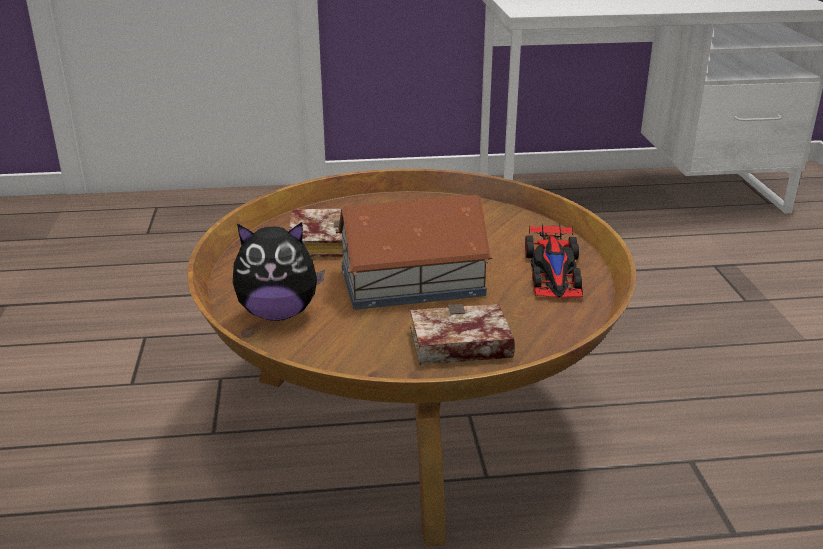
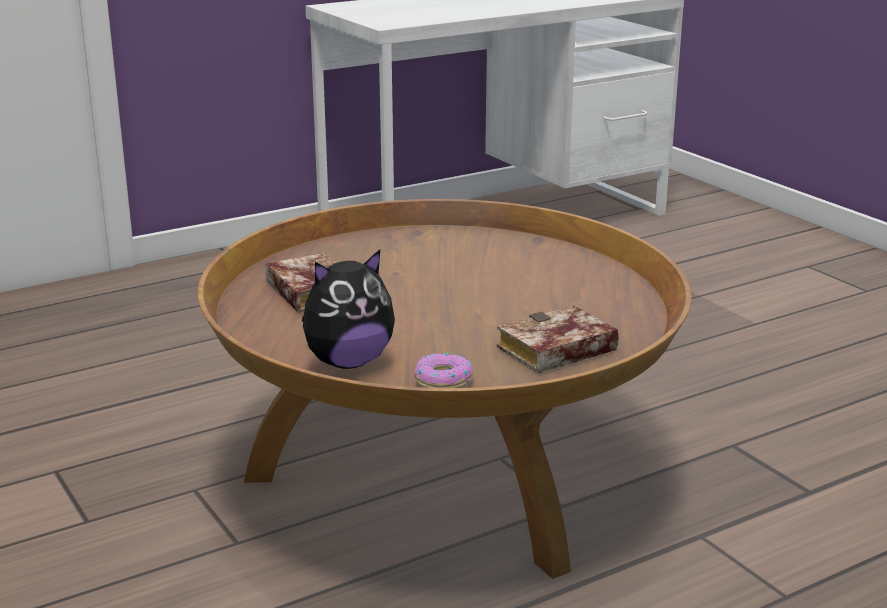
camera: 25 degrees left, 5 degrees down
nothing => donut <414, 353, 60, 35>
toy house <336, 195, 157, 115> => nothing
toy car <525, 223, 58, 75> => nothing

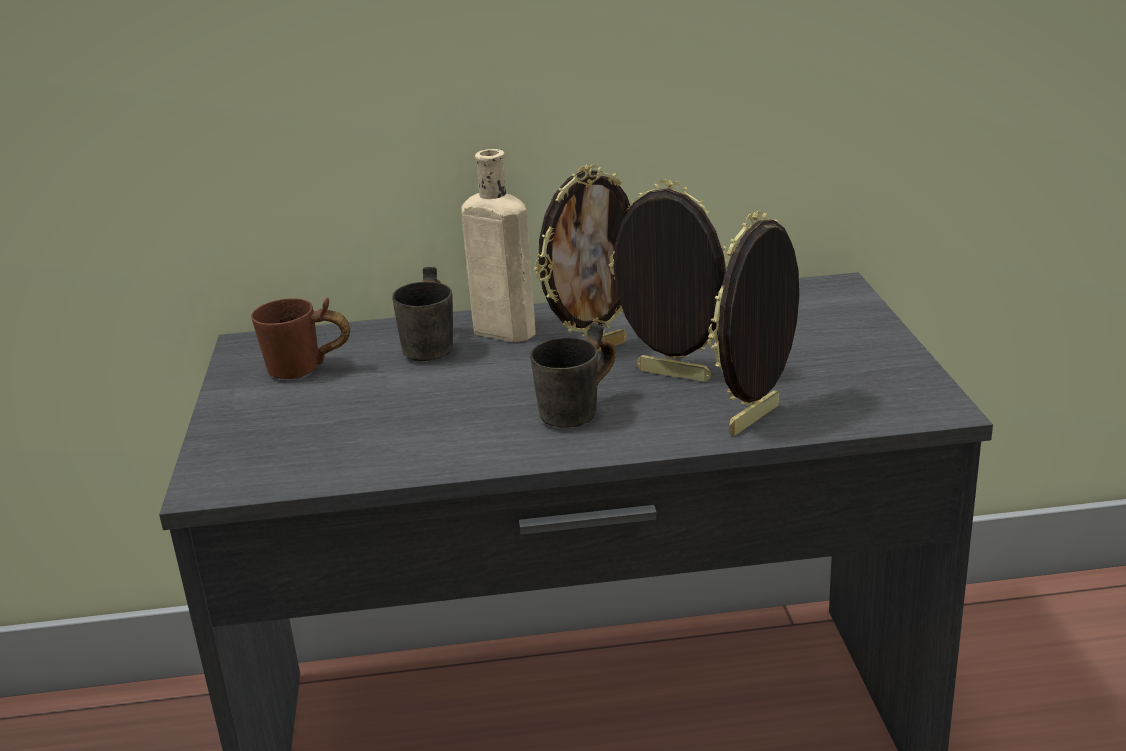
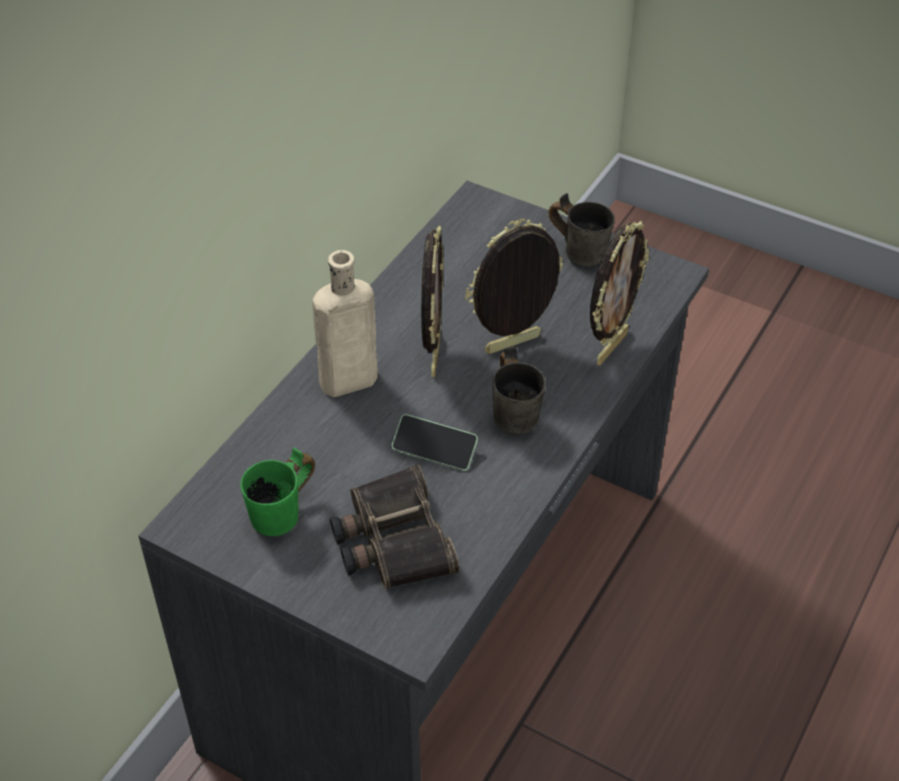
camera: 55 degrees left, 20 degrees up
brown mug <251, 298, 99, 81> => green mug <240, 447, 75, 89>
nothing => binoculars <330, 465, 130, 124>
nothing => phone <392, 414, 86, 57>
grey mug <392, 267, 61, 95> => grey mug <549, 193, 66, 74>, moved
picture frame <708, 210, 91, 225> => picture frame <590, 221, 59, 145>, 135 degrees counterclockwise

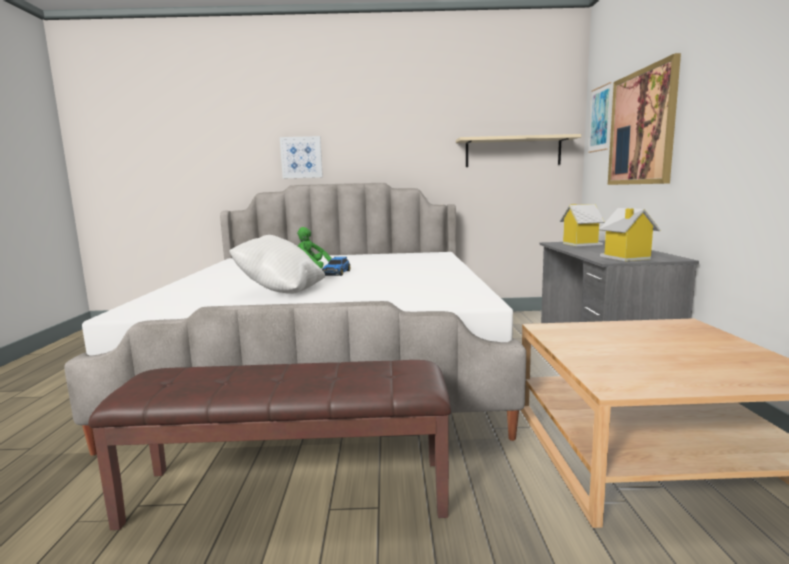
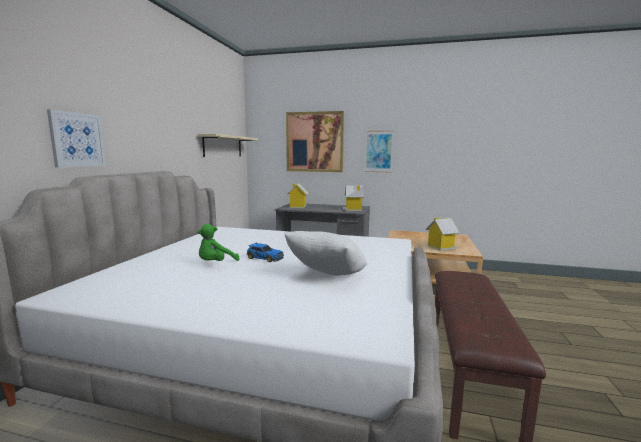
camera: 75 degrees left, 0 degrees up
picture <588, 82, 24, 71> => picture <365, 131, 28, 41>, moved
nothing => toy house <425, 218, 35, 33>

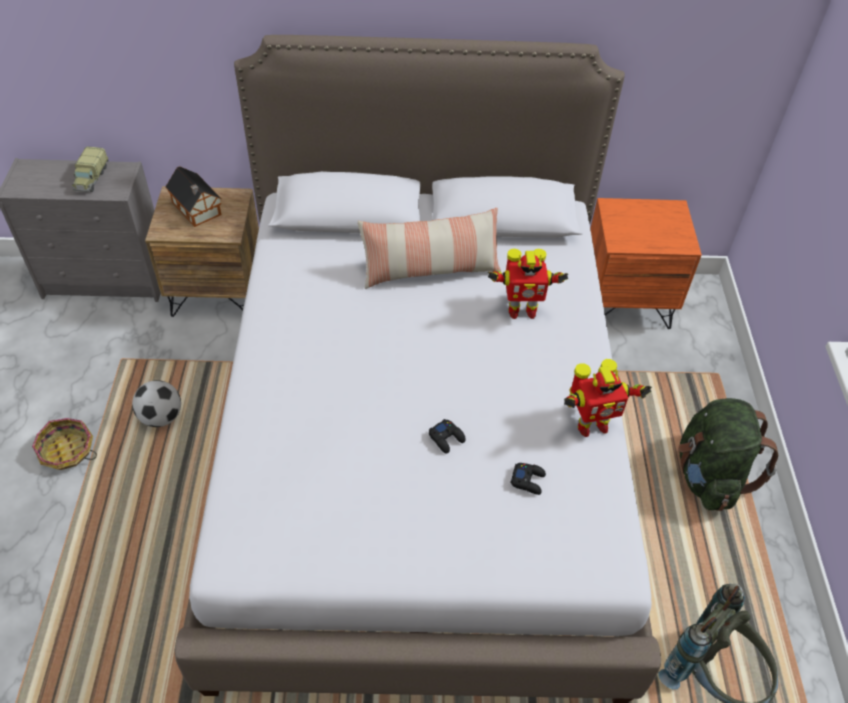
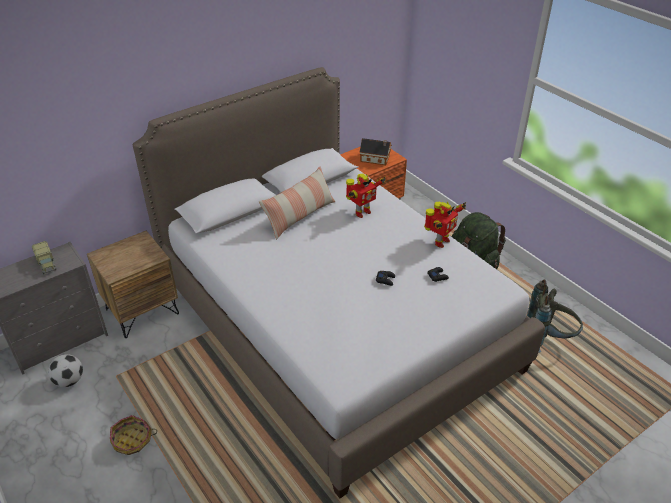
camera: 35 degrees left, 10 degrees down
football <132, 380, 49, 47> => football <48, 354, 35, 33>, moved
toy house <165, 166, 56, 61> => toy house <359, 138, 33, 27>, moved

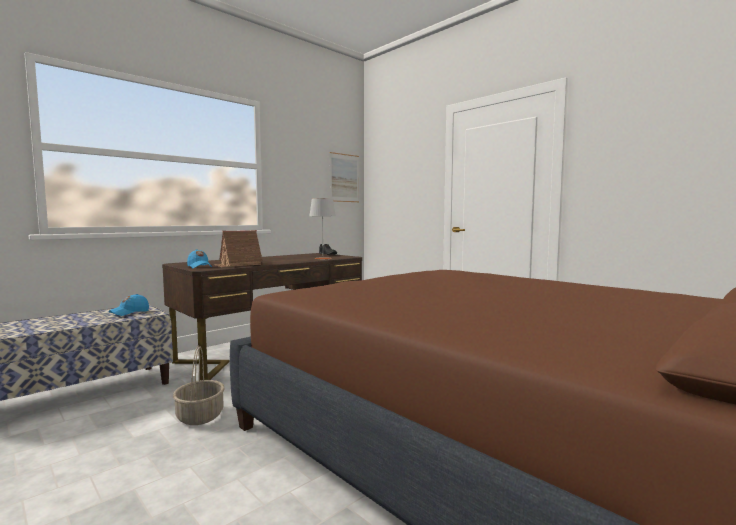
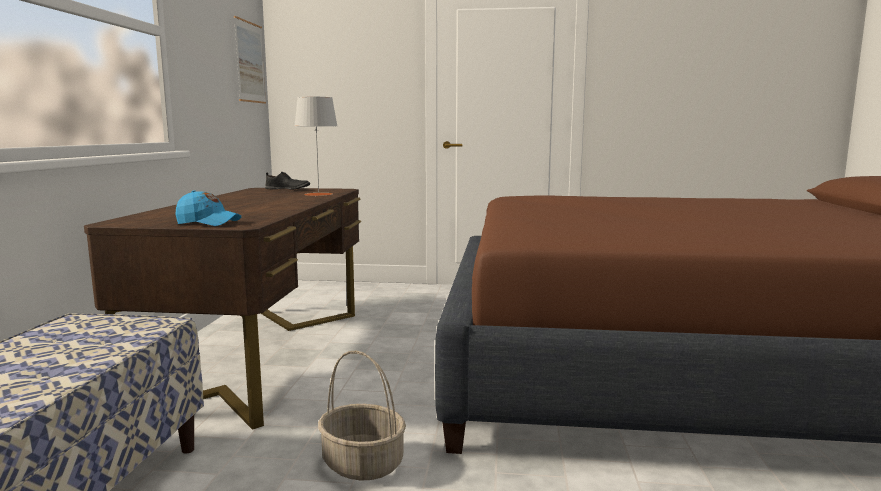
camera: 40 degrees left, 5 degrees up
blue cap <109, 294, 40, 22> => nothing
toy house <214, 230, 49, 37> => nothing

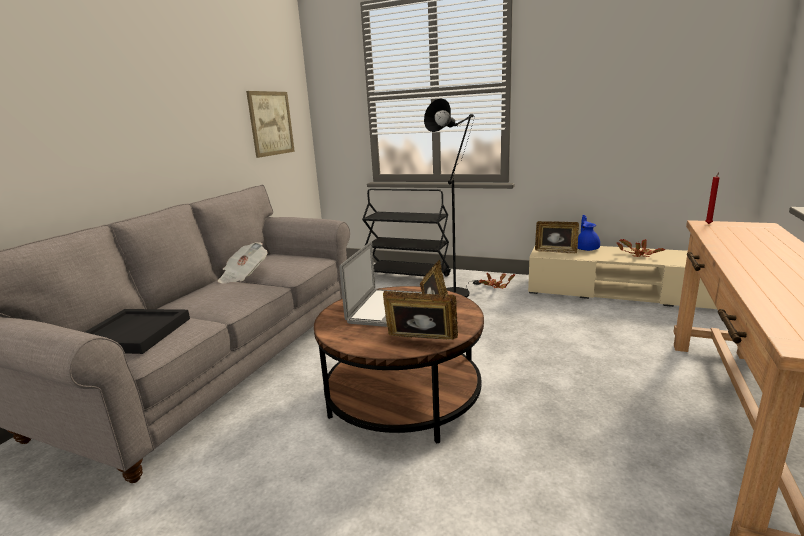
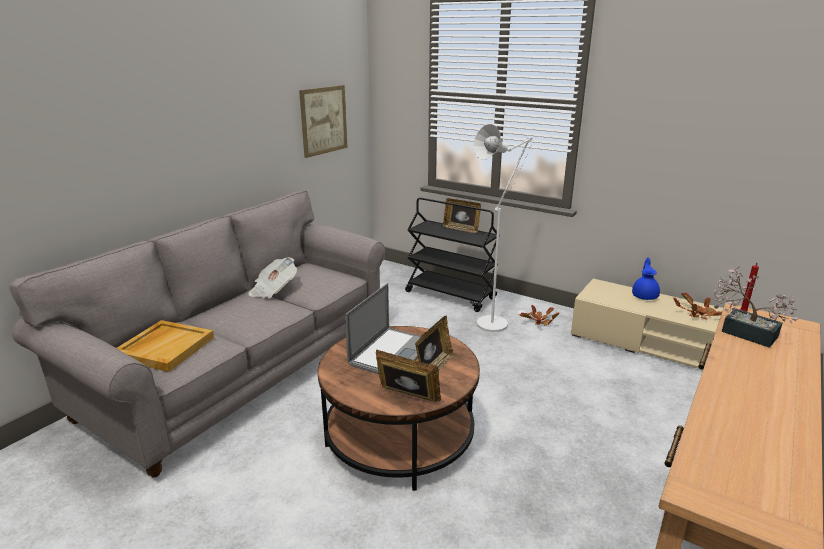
camera: 10 degrees right, 5 degrees up
black tray <85, 309, 105, 45> => beige tray <117, 320, 97, 52>
picture frame <535, 221, 44, 32> => picture frame <443, 198, 38, 35>, moved
black floor lamp <424, 98, 58, 199> => white floor lamp <473, 124, 60, 208>
nothing => potted plant <714, 266, 84, 82>

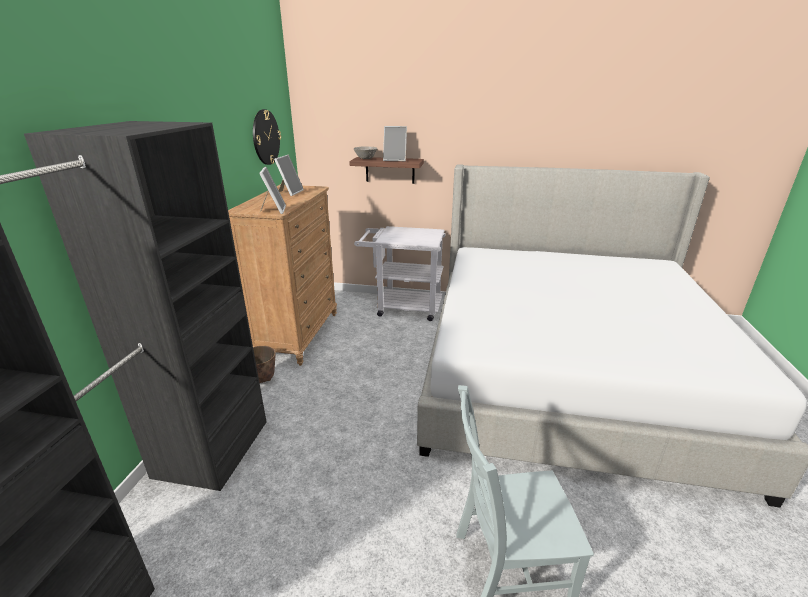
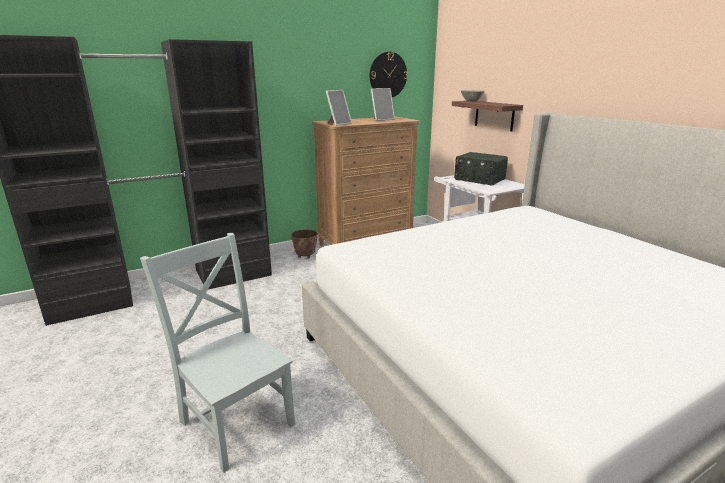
camera: 50 degrees right, 5 degrees down
nothing => radio <454, 152, 54, 33>
picture frame <383, 126, 24, 35> => nothing

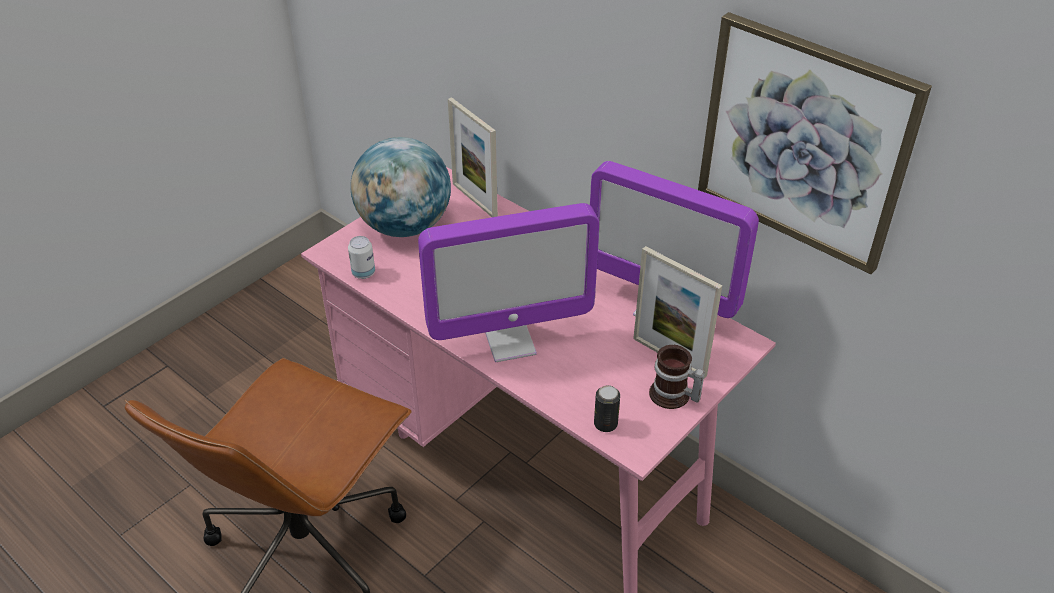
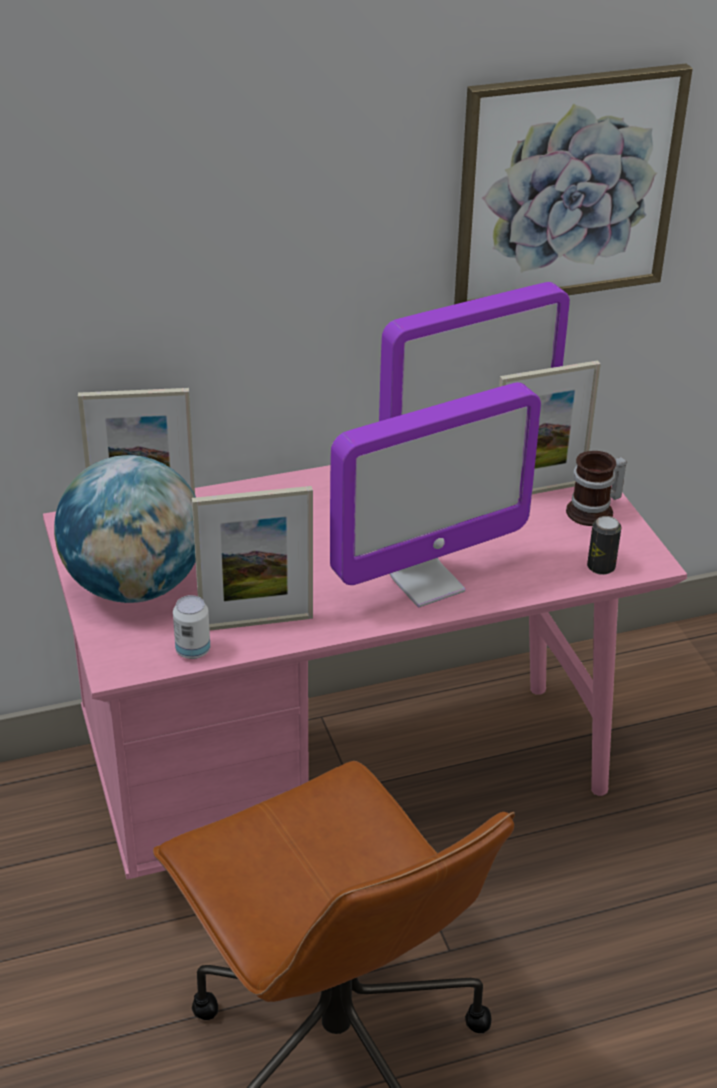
camera: 60 degrees left, 5 degrees down
nothing => picture frame <192, 486, 121, 145>
monitor <418, 203, 181, 159> => monitor <330, 382, 211, 225>, 45 degrees clockwise

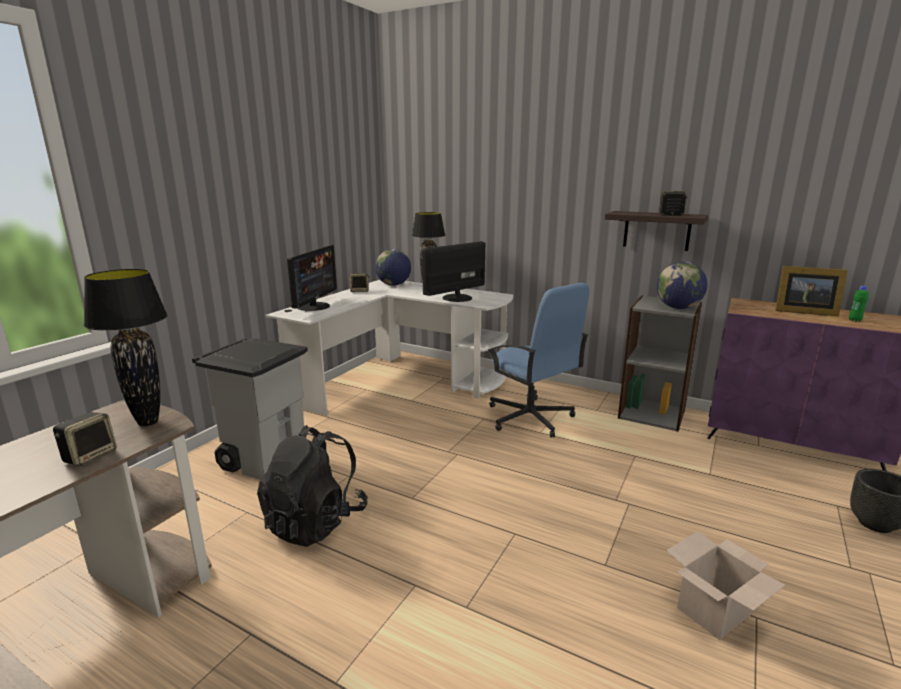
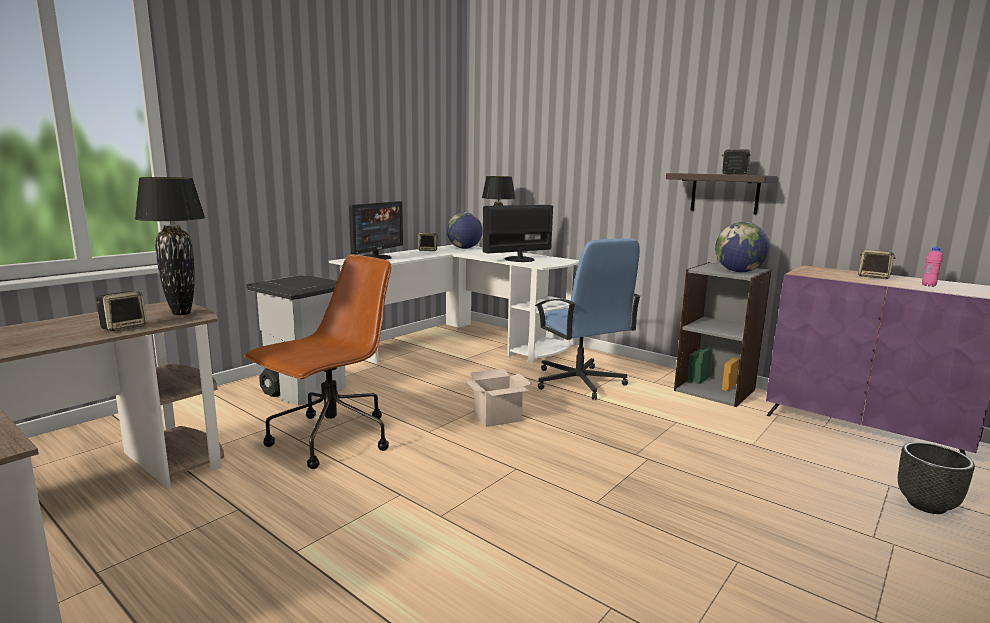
camera: 10 degrees right, 5 degrees down
black backpack <257, 425, 111, 122> => brown office chair <244, 255, 147, 214>
cardboard box <666, 531, 119, 109> => cardboard box <465, 369, 67, 58>, moved
picture frame <775, 266, 73, 50> => speaker <858, 250, 38, 29>
green bottle <849, 286, 20, 35> => pink bottle <922, 246, 21, 41>

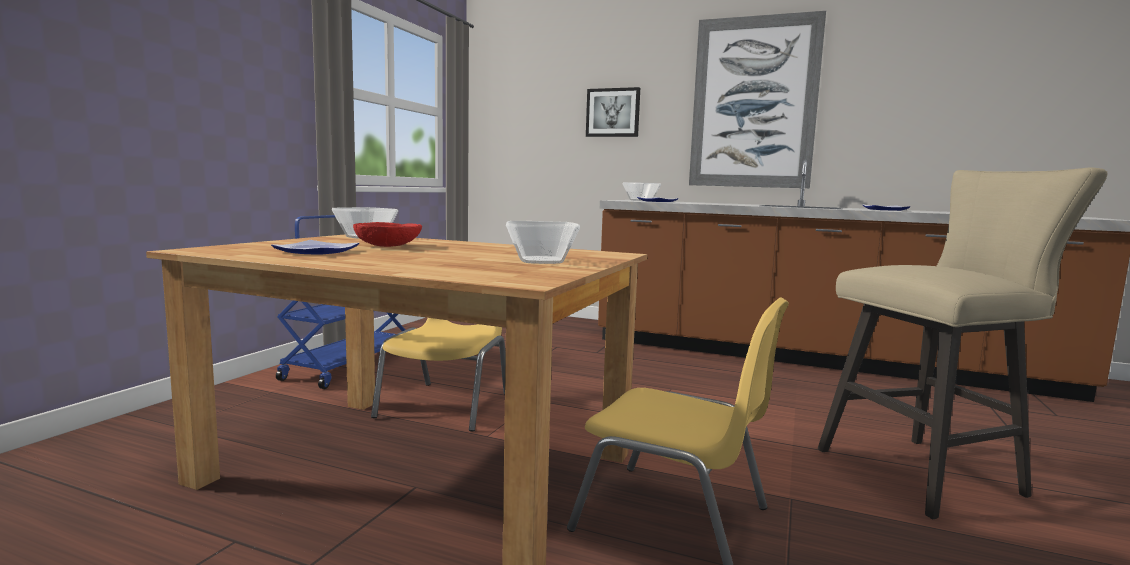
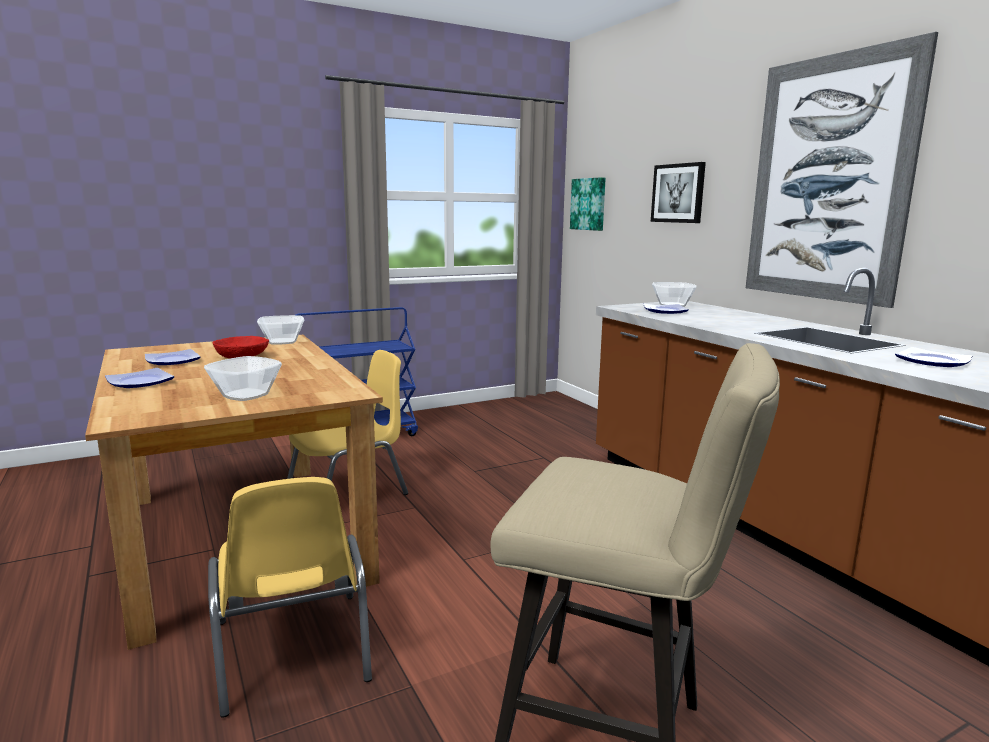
camera: 40 degrees right, 5 degrees up
nothing => plate <105, 368, 69, 20>
nothing => picture <570, 177, 36, 54>

